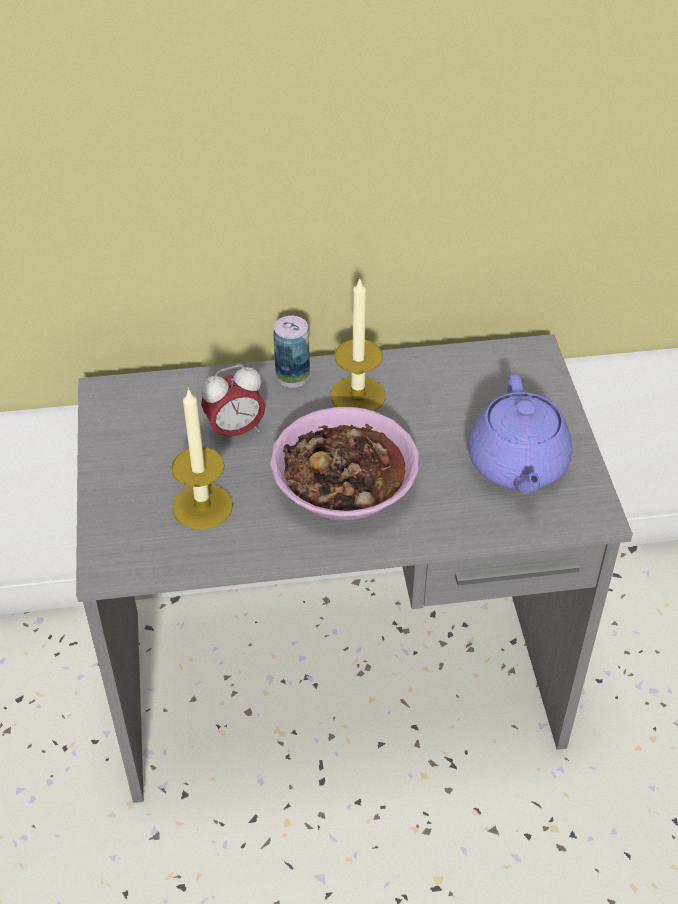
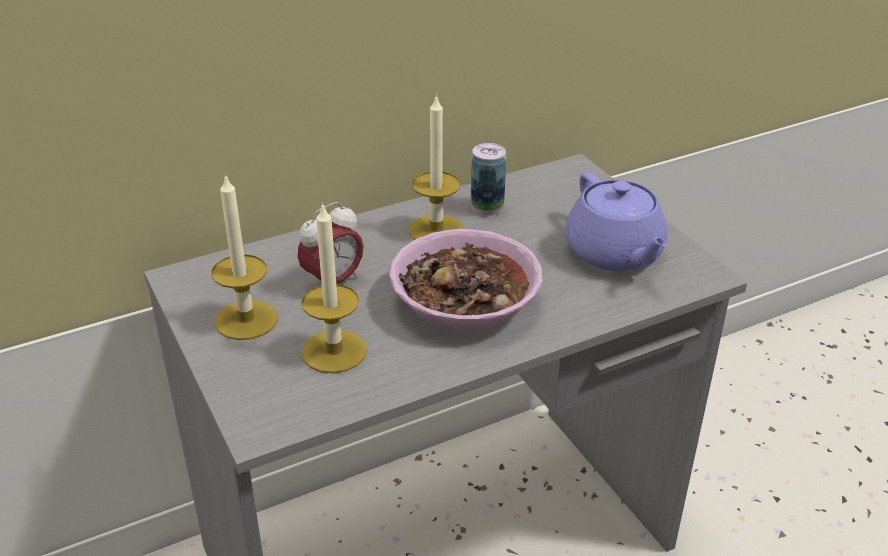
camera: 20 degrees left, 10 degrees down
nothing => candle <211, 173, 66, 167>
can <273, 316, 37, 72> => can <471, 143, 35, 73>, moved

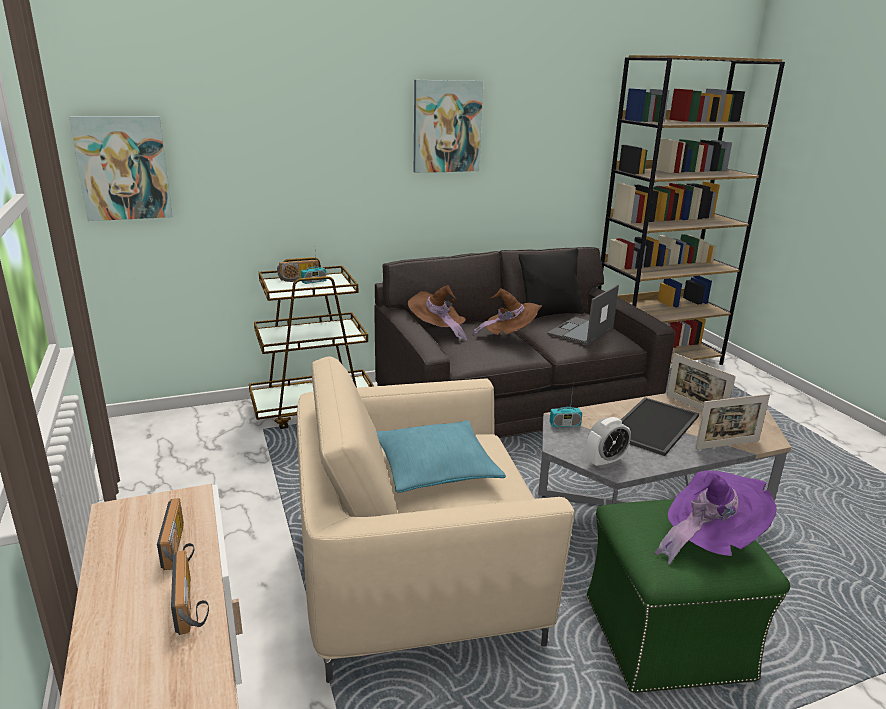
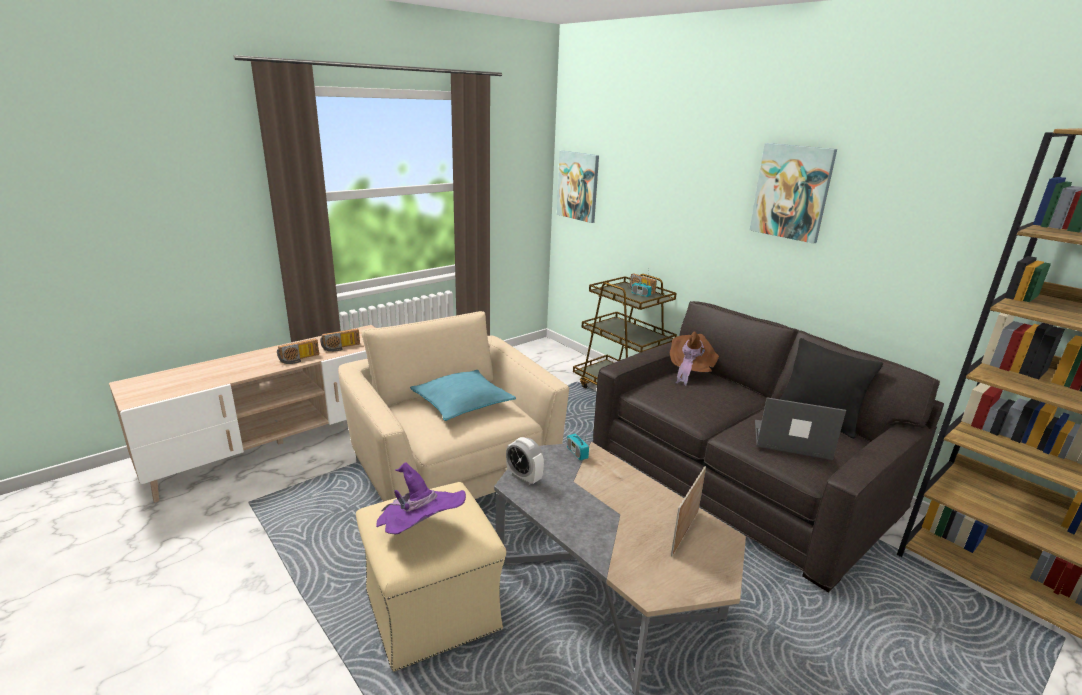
camera: 70 degrees right, 0 degrees up
green ottoman <587, 499, 203, 194> => beige ottoman <356, 482, 150, 190>
brown hat <472, 288, 70, 50> => nothing
tray <621, 397, 78, 59> => nothing
picture frame <695, 394, 75, 56> => nothing

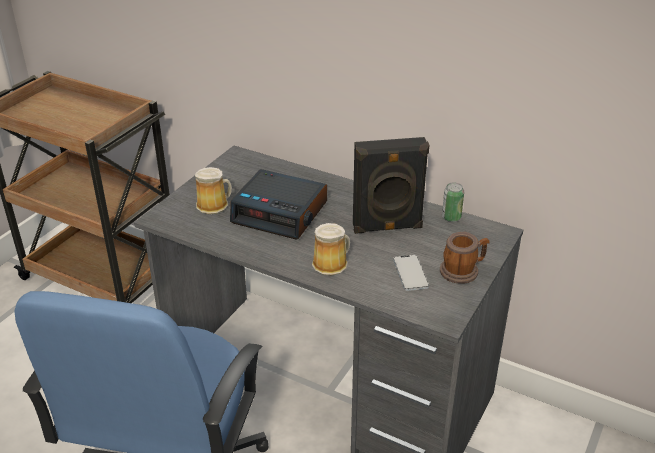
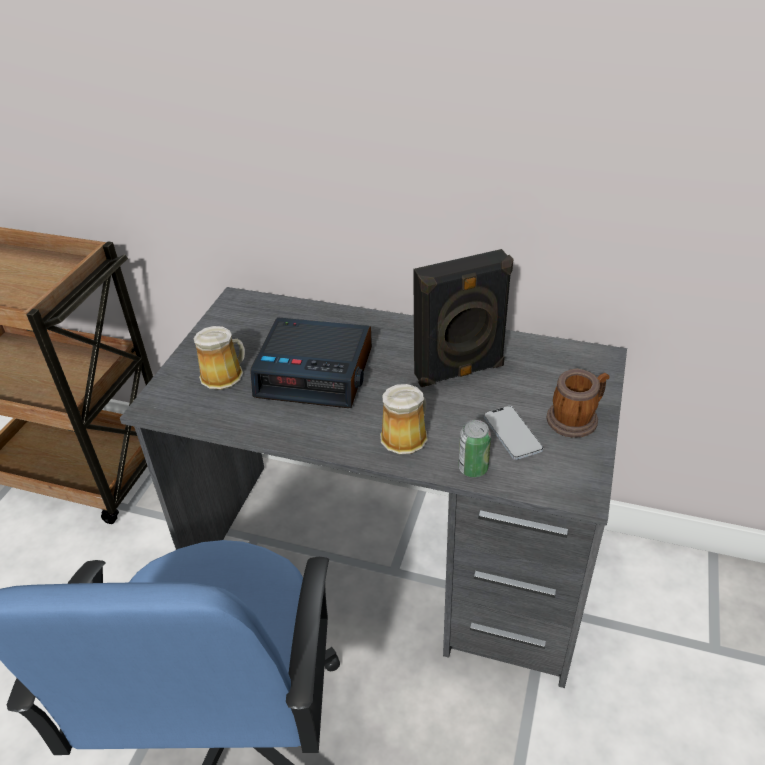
camera: 10 degrees left, 5 degrees up
can <442, 182, 22, 40> => can <459, 420, 32, 58>, moved

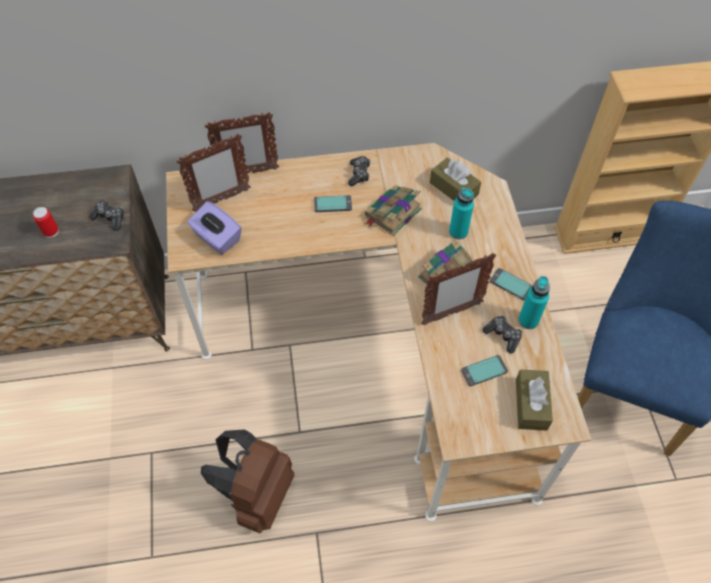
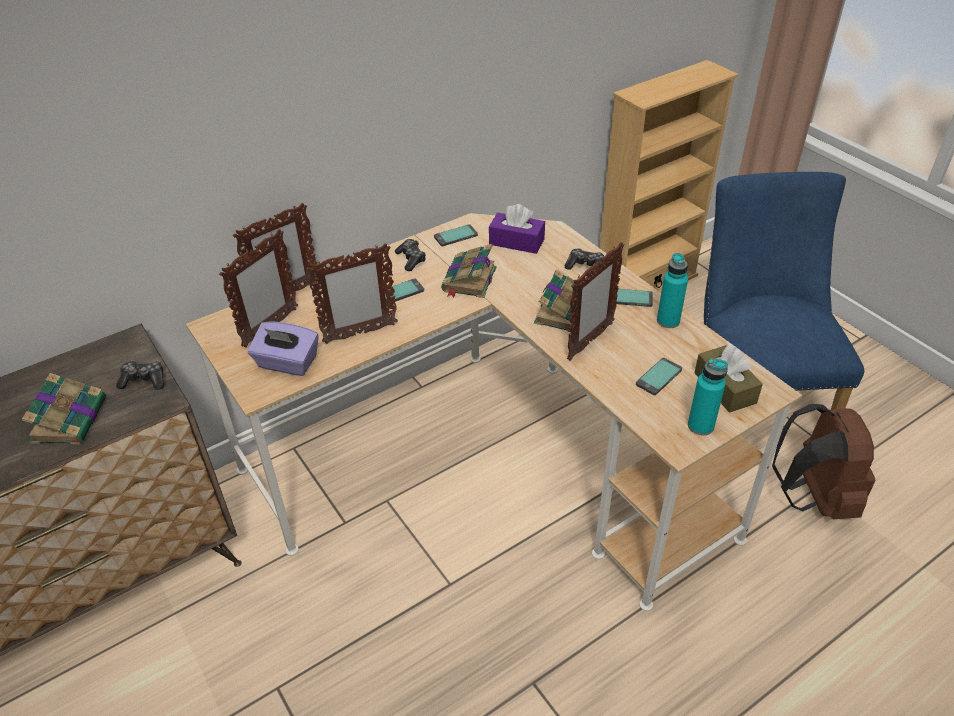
camera: 25 degrees left, 15 degrees down
can <33, 207, 26, 31> => book <22, 373, 84, 72>
nothing => picture frame <306, 243, 92, 101>
nothing => phone <434, 224, 44, 22>
brown tissue box <430, 158, 51, 43> => purple tissue box <489, 204, 56, 50>
game controller <483, 316, 39, 38> => game controller <565, 248, 39, 22>, moved
turquoise bottle <449, 187, 25, 52> => turquoise bottle <688, 358, 40, 77>, moved
brown backpack <201, 429, 93, 104> => brown backpack <772, 404, 104, 115>, moved

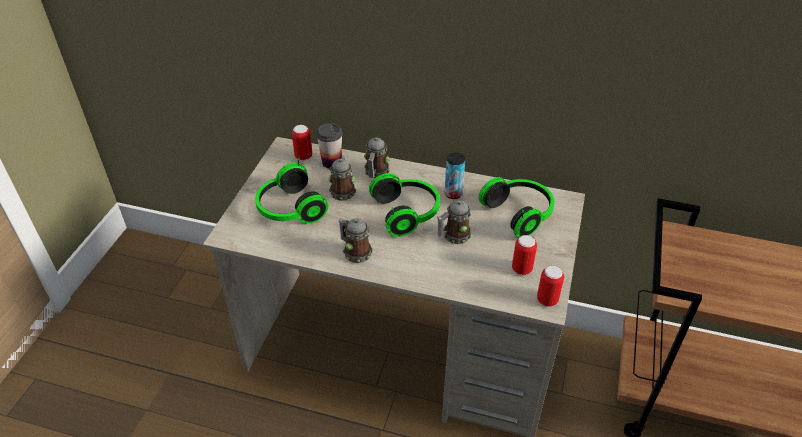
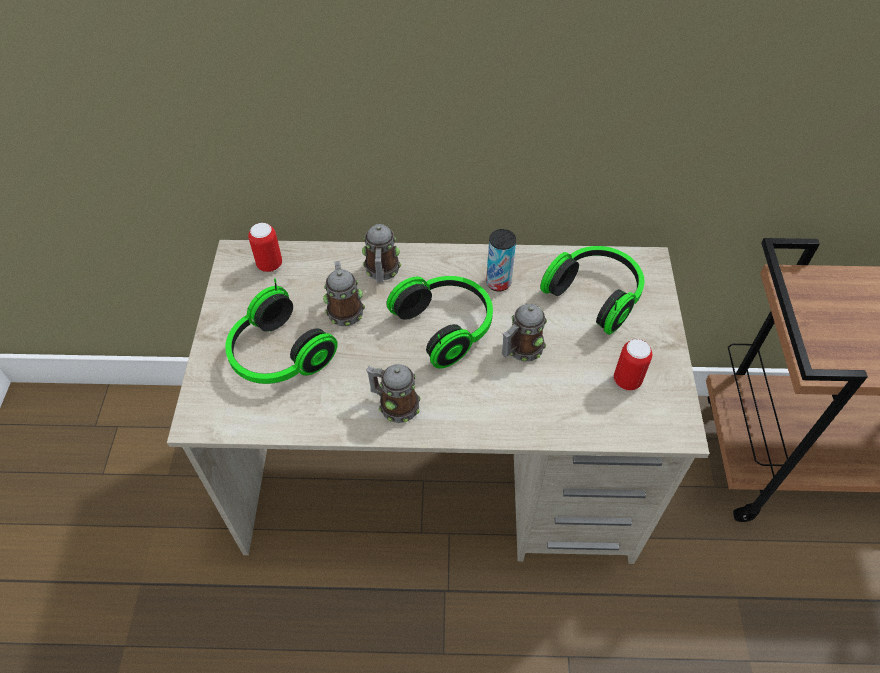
camera: 15 degrees left, 10 degrees up
cup <316, 123, 27, 46> => nothing
can <537, 266, 27, 41> => nothing

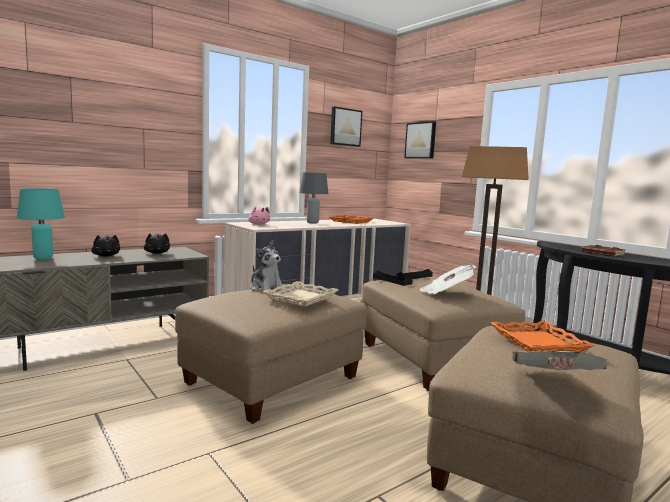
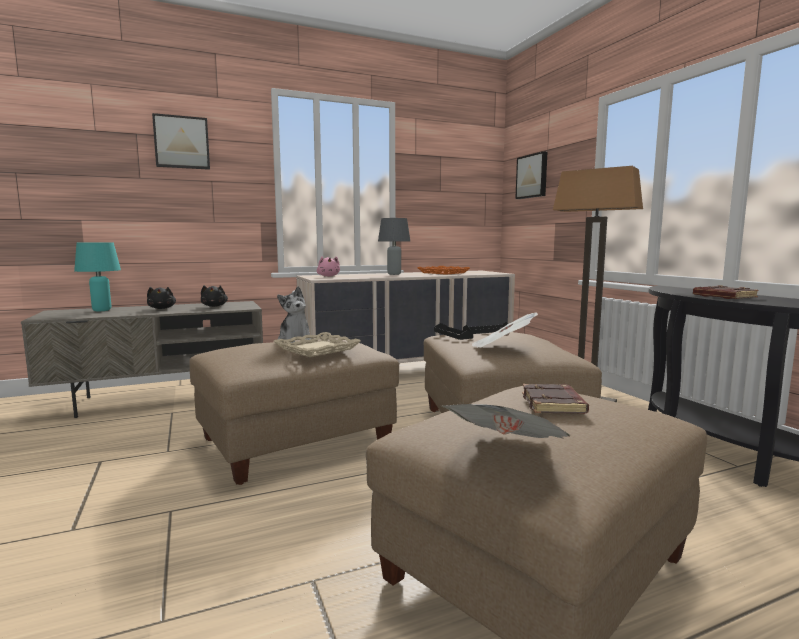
camera: 15 degrees right, 0 degrees up
picture <330, 107, 32, 40> => picture <152, 113, 58, 57>, moved
orange tray <491, 321, 104, 31> => brown book <522, 384, 67, 30>

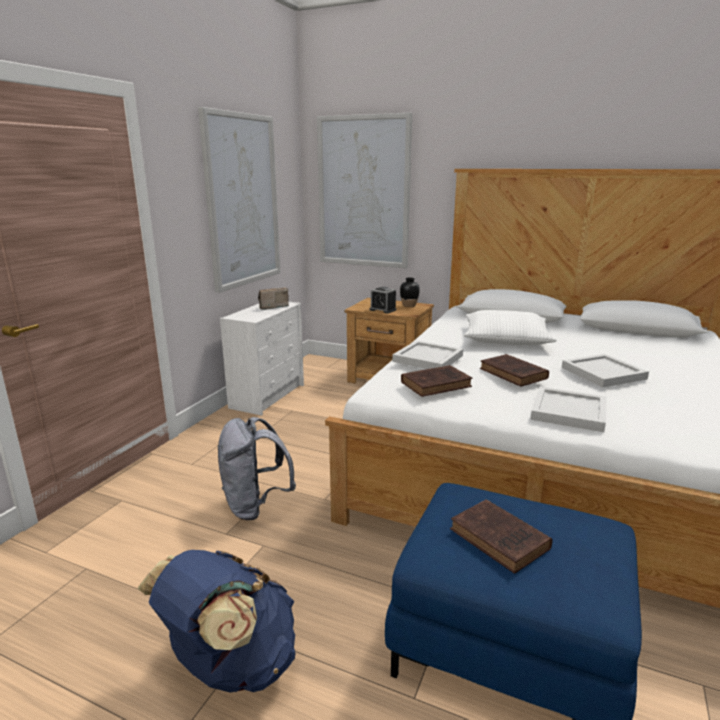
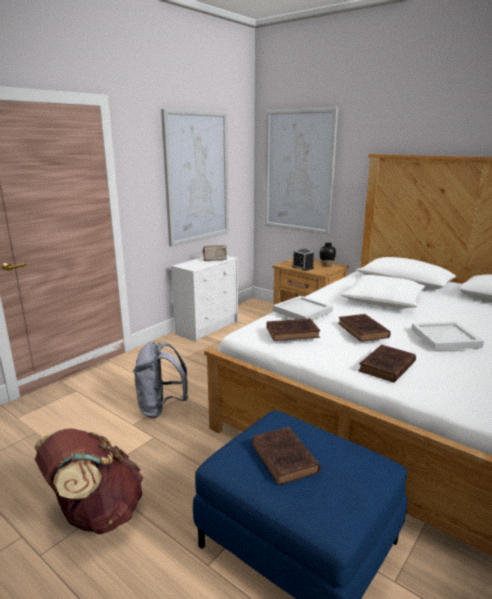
camera: 15 degrees right, 0 degrees up
blue backpack <138, 550, 158, 143> => brown backpack <35, 428, 109, 106>
white tray <530, 387, 77, 45> => brown book <358, 345, 58, 38>

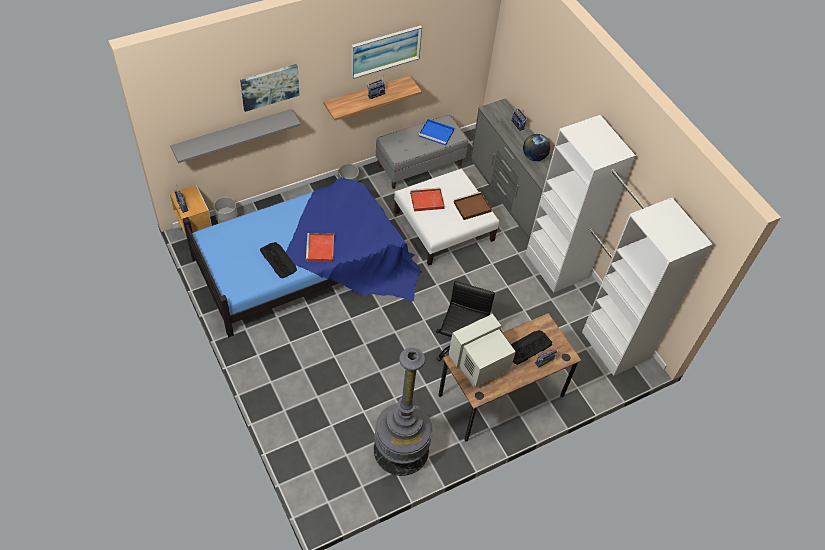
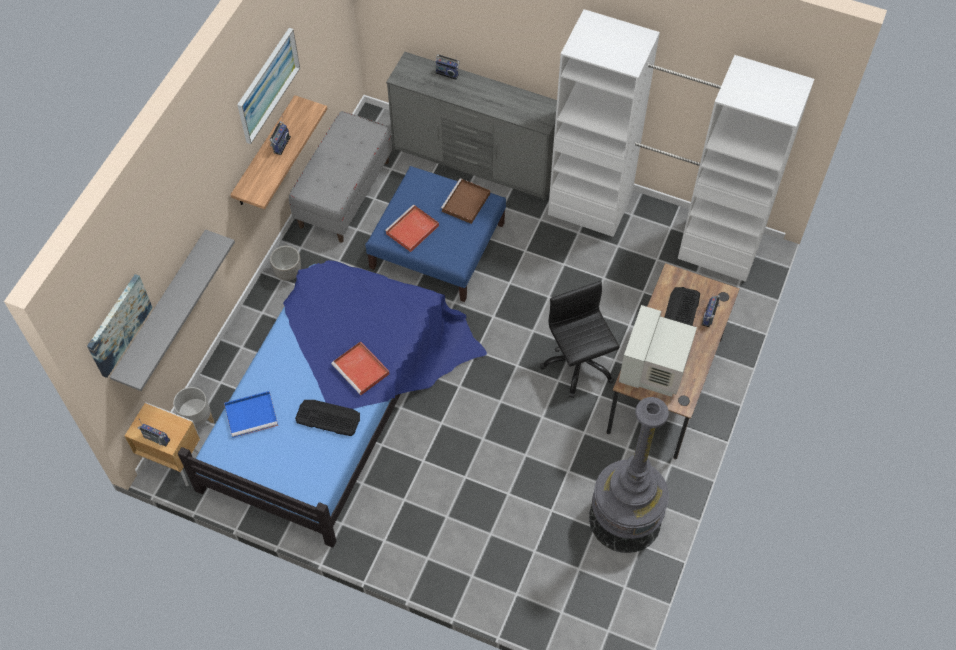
camera: 35 degrees left, 5 degrees up
picture <240, 64, 59, 48> => picture <87, 274, 66, 104>, moved
blue tray <419, 119, 35, 27> => blue tray <224, 391, 54, 47>, moved
white ottoman <394, 168, 105, 98> => blue ottoman <365, 166, 141, 136>
globe <523, 134, 27, 27> => nothing

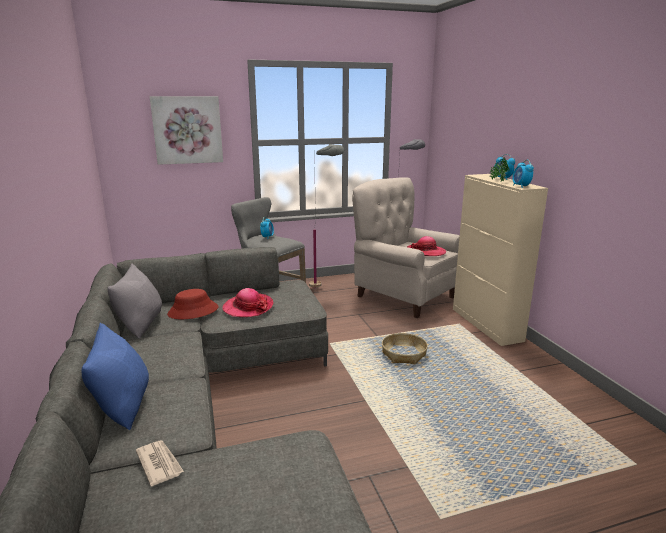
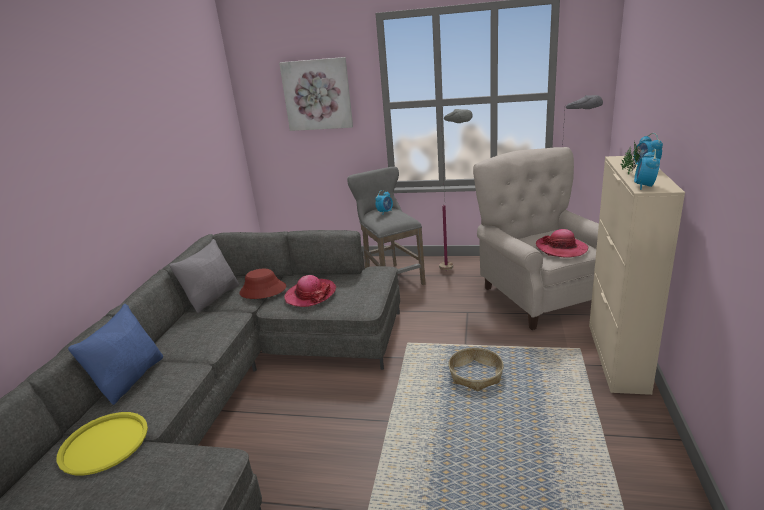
camera: 30 degrees right, 5 degrees up
newspaper <136, 440, 48, 46> => yellow tray <56, 412, 92, 64>

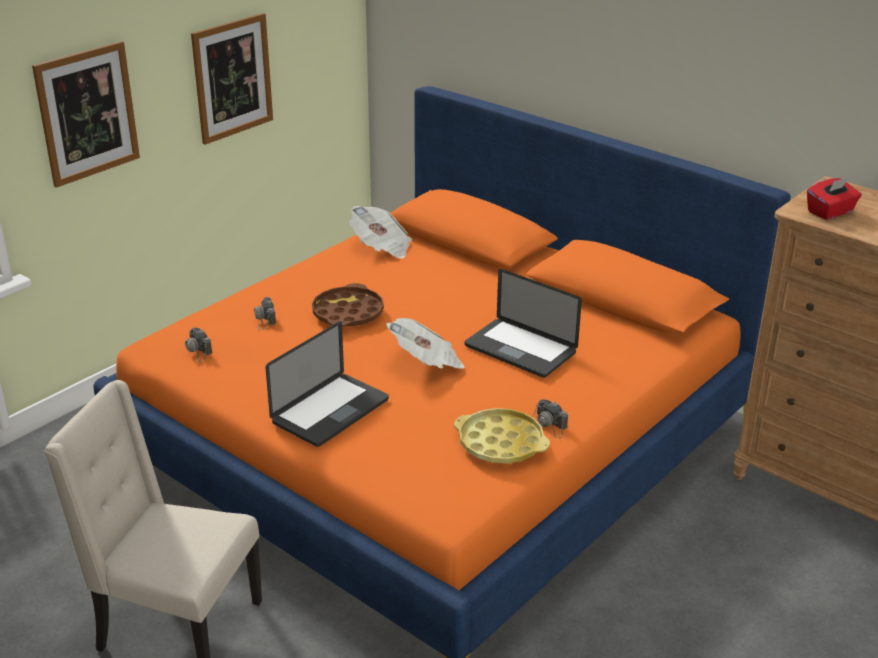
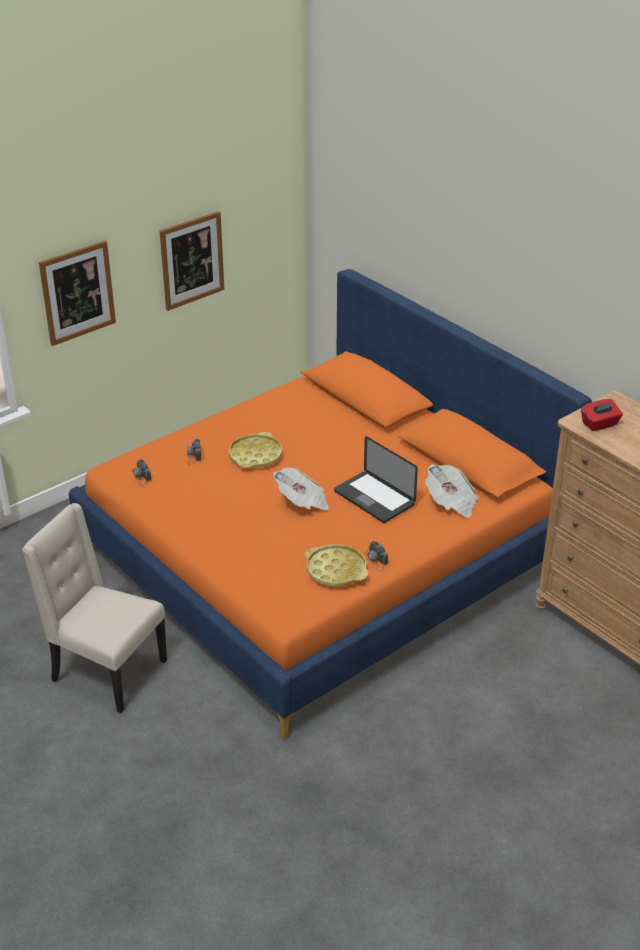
camera: 10 degrees right, 5 degrees up
brown tray <312, 283, 72, 44> => yellow tray <229, 432, 53, 36>
newspaper <349, 206, 63, 52> => newspaper <425, 464, 54, 53>, moved
laptop <265, 321, 124, 126> => nothing

